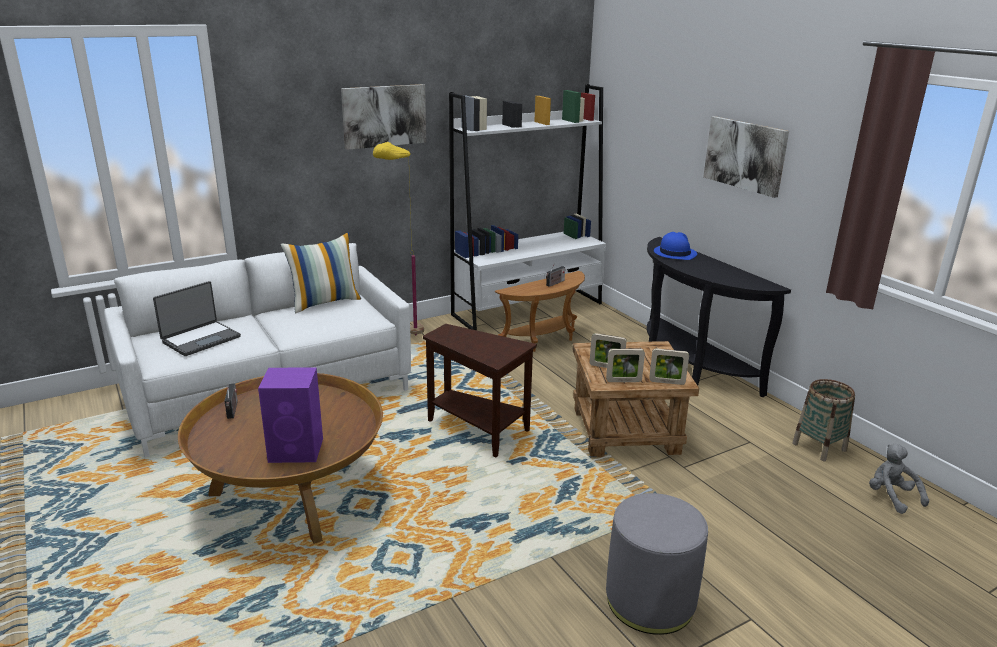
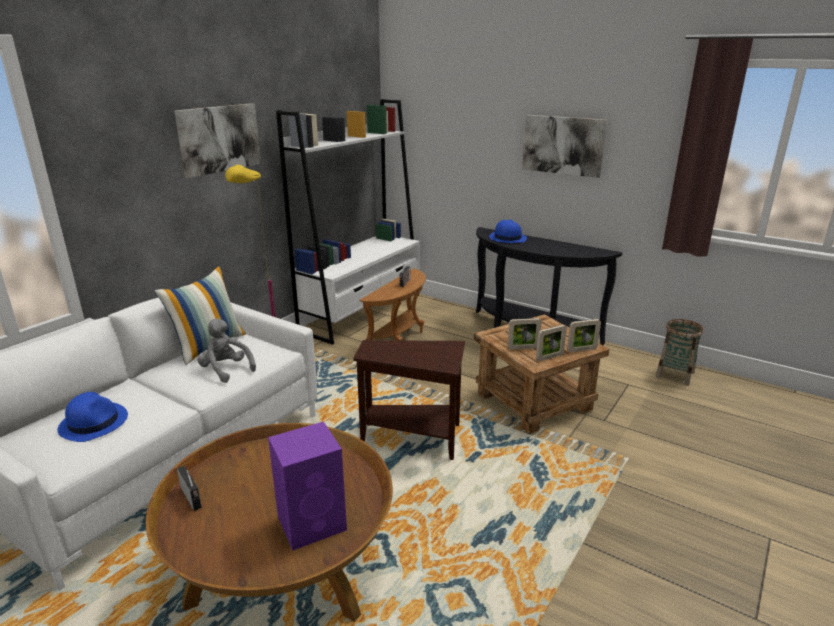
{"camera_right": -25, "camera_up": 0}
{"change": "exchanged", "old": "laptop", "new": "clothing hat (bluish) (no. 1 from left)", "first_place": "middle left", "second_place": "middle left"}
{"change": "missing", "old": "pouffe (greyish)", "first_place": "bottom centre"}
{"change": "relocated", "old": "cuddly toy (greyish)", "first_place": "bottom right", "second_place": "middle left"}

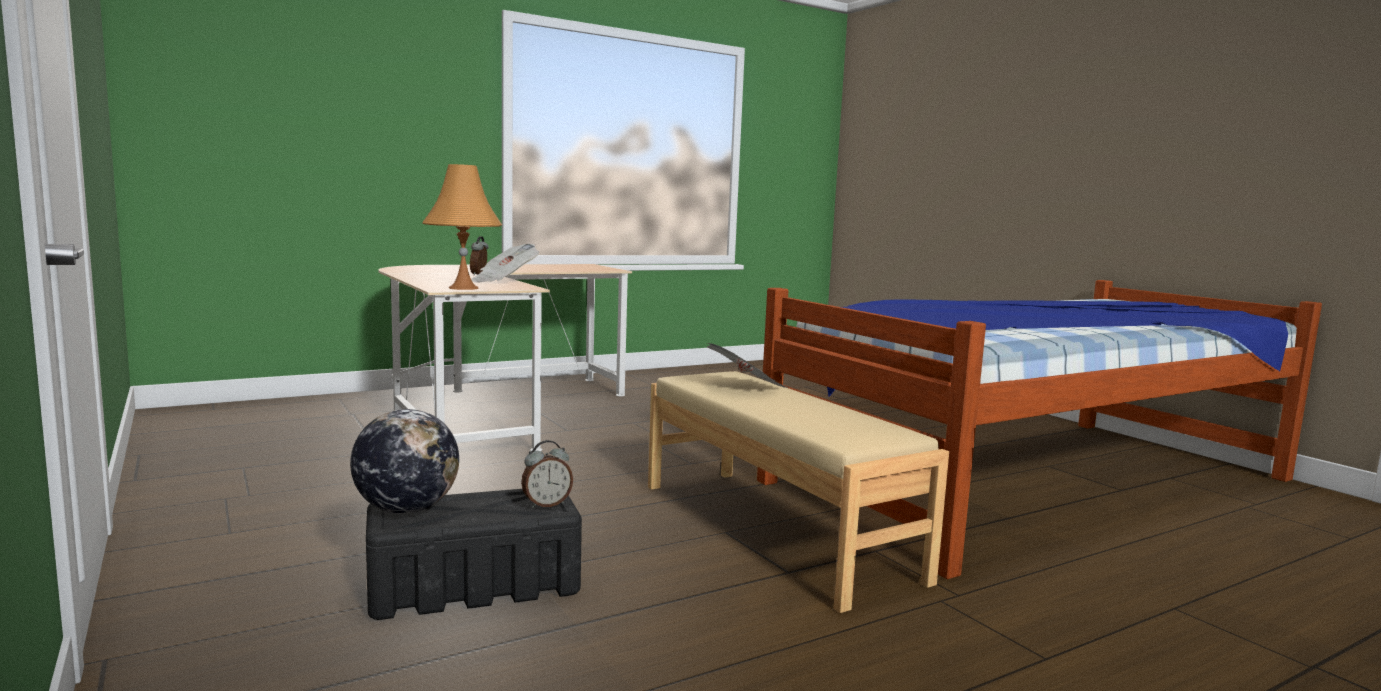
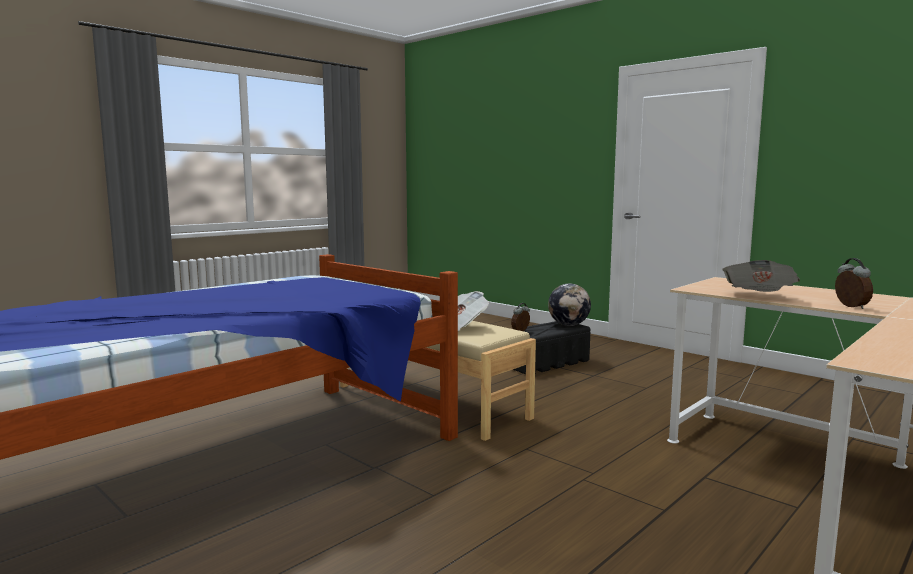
{"camera_right": 165, "camera_up": 0}
{"change": "missing", "old": "lamp for a table (orange-coloured)", "first_place": "top centre"}

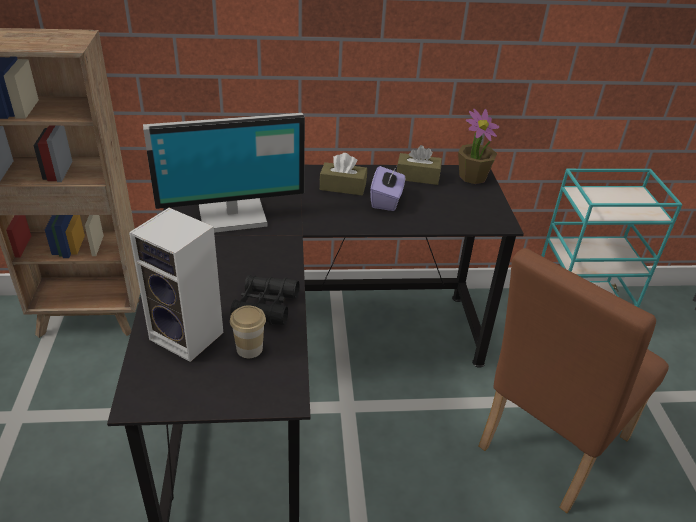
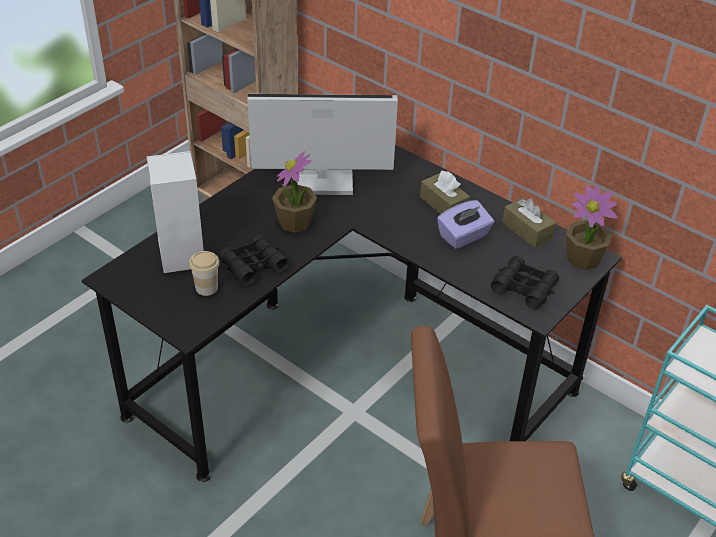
{"camera_right": 45, "camera_up": 5}
{"change": "spun", "old": "computer display", "first_place": "top left", "second_place": "top centre", "degrees": 150}
{"change": "appeared", "new": "houseplant (no. 1 from left)", "second_place": "centre"}
{"change": "appeared", "new": "field glasses (black-coloured) (no. 2 from left)", "second_place": "middle right"}

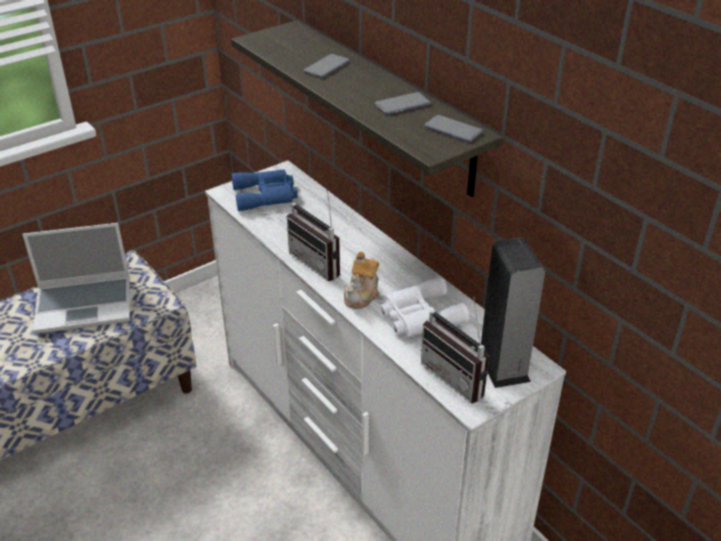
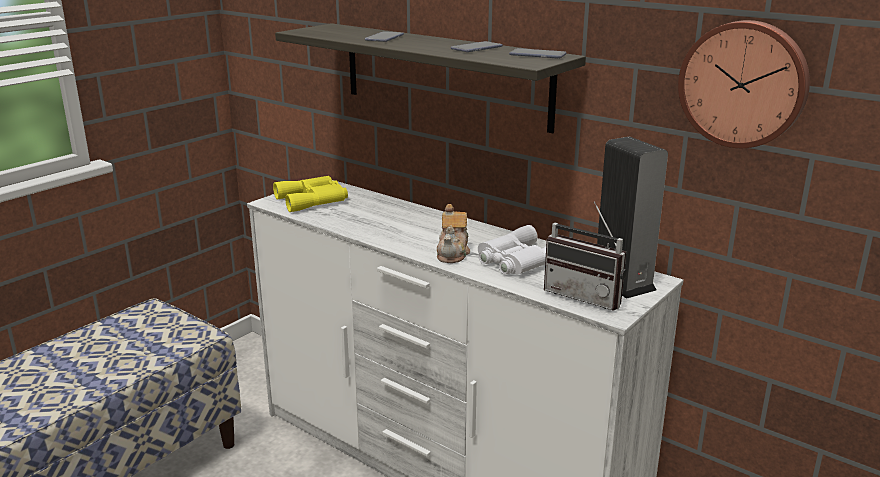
{"camera_right": -15, "camera_up": -15}
{"change": "missing", "old": "laptop", "first_place": "middle left"}
{"change": "colour", "old": "field glasses (bluish)", "new": "field glasses (yellow)", "first_place": "centre", "second_place": "centre"}
{"change": "missing", "old": "radio receiver (no. 1 from left)", "first_place": "centre"}
{"change": "appeared", "new": "clock on the wall", "second_place": "top right"}

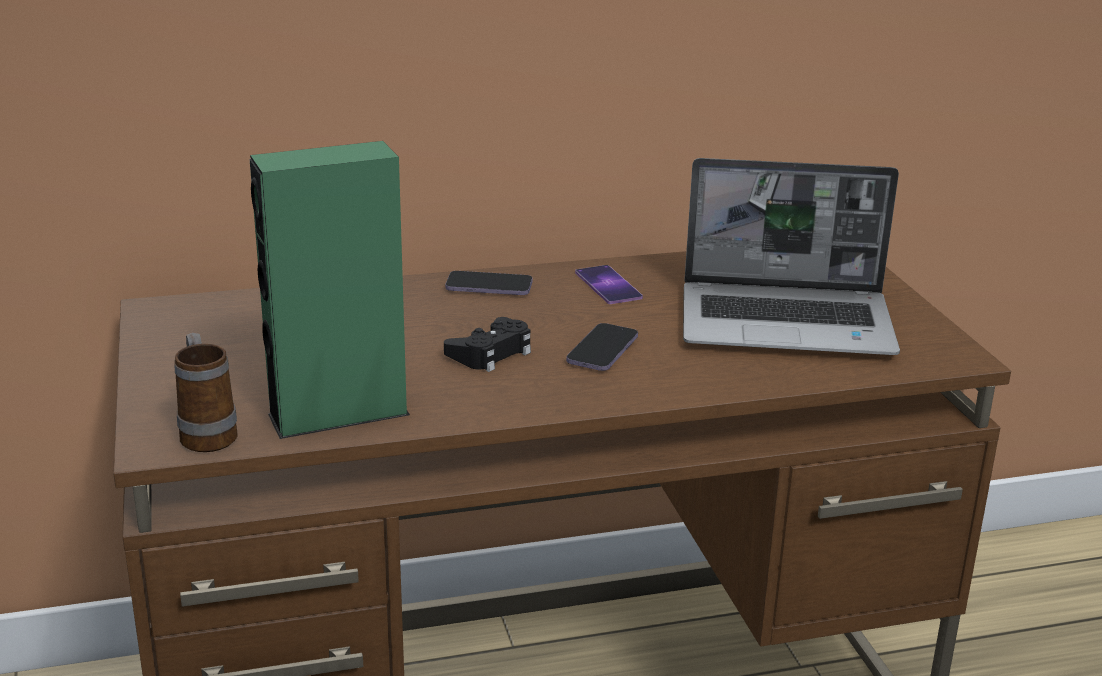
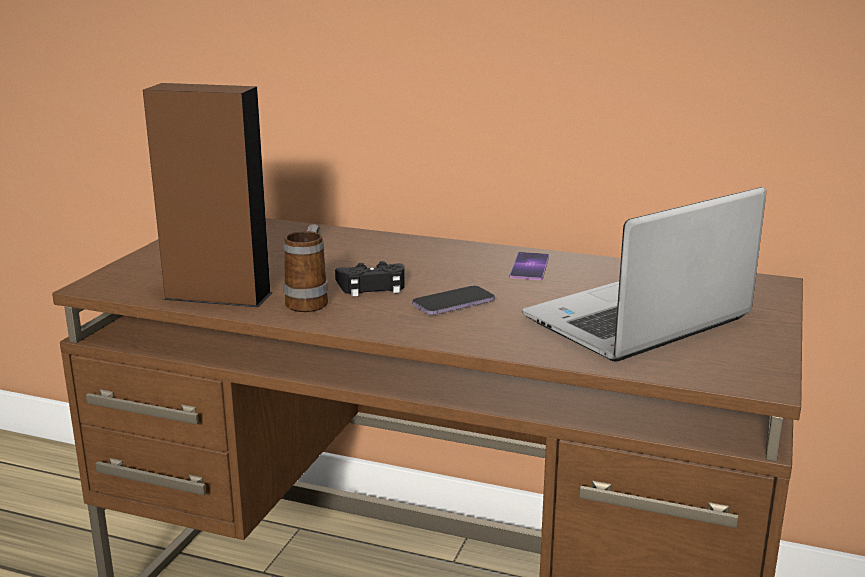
{"camera_right": 35, "camera_up": -5}
{"change": "relocated", "old": "mug", "first_place": "middle left", "second_place": "centre"}
{"change": "colour", "old": "audio speaker (greenish)", "new": "audio speaker (brown)", "first_place": "middle left", "second_place": "middle left"}
{"change": "missing", "old": "phone (no. 1 from left)", "first_place": "centre"}
{"change": "spun", "old": "laptop", "first_place": "middle right", "second_place": "middle right", "degrees": 105}

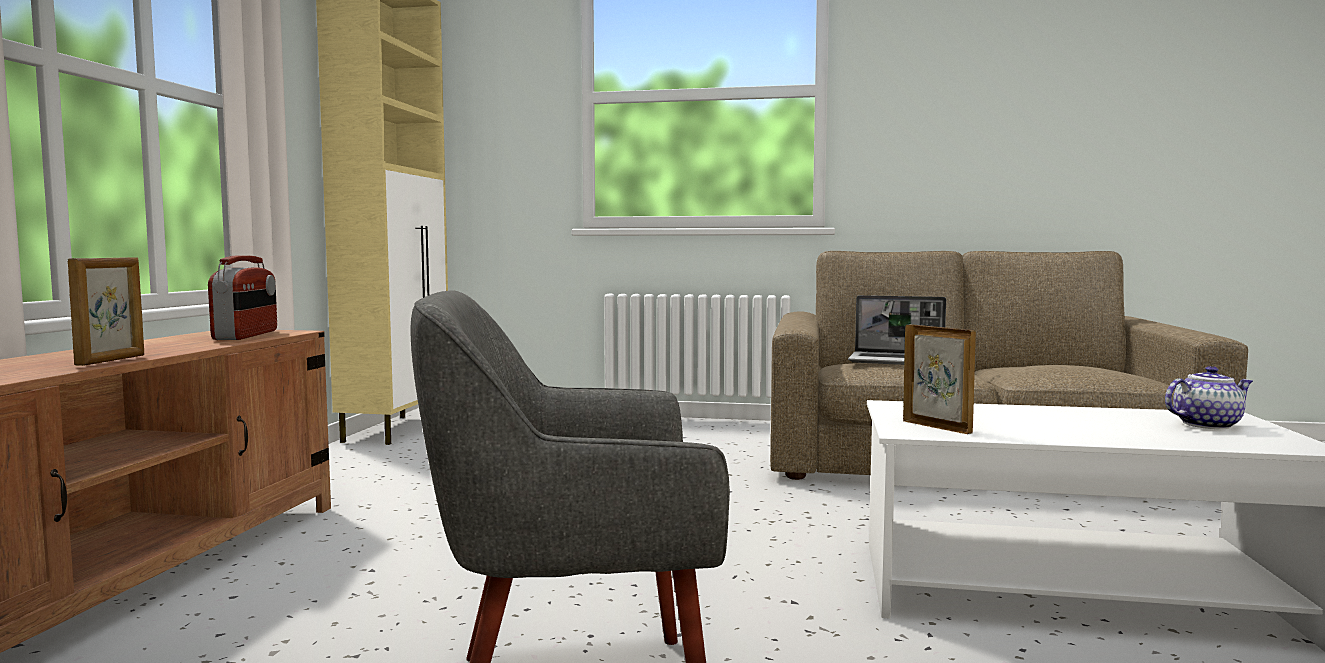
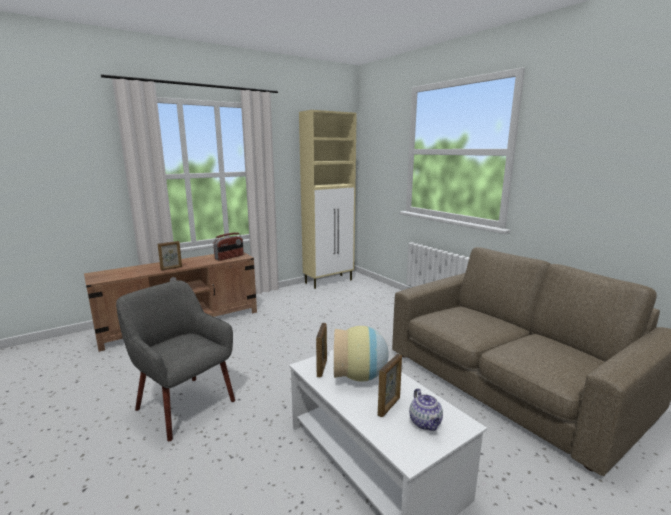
{"camera_right": 45, "camera_up": 10}
{"change": "missing", "old": "laptop", "first_place": "middle right"}
{"change": "spun", "old": "pot for tea", "first_place": "middle right", "second_place": "bottom centre", "degrees": 45}
{"change": "appeared", "new": "flower vase", "second_place": "bottom centre"}
{"change": "appeared", "new": "standing frame (no. 3 from left)", "second_place": "bottom centre"}

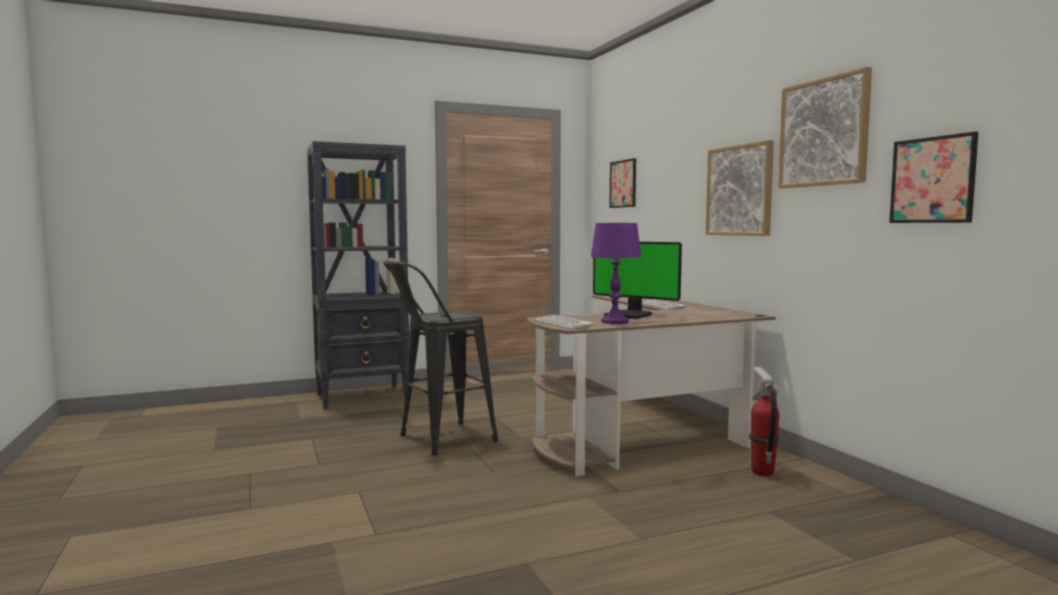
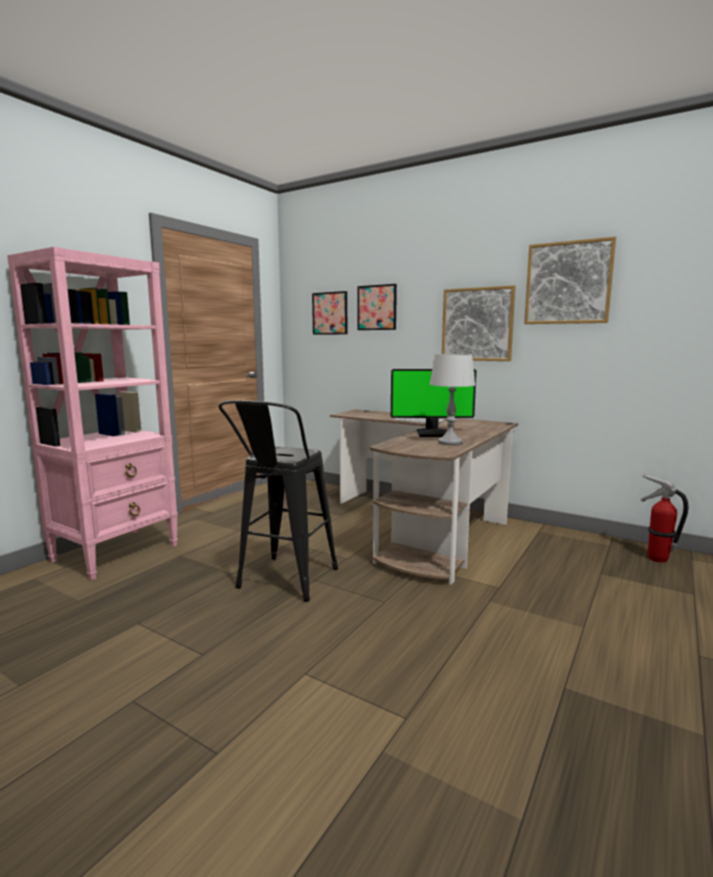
{"camera_right": -35, "camera_up": 5}
{"change": "colour", "old": "shelving unit (black-coloured)", "new": "shelving unit (pinkish)", "first_place": "centre", "second_place": "middle left"}
{"change": "missing", "old": "computer keyboard (no. 1 from left)", "first_place": "centre"}
{"change": "colour", "old": "lamp for a table (purple-coloured)", "new": "lamp for a table (greyish)", "first_place": "centre", "second_place": "centre"}
{"change": "relocated", "old": "fire extinguisher", "first_place": "bottom right", "second_place": "middle right"}
{"change": "relocated", "old": "wall picture (no. 4 from left in the first image)", "new": "wall picture (no. 2 from left)", "first_place": "top right", "second_place": "centre"}

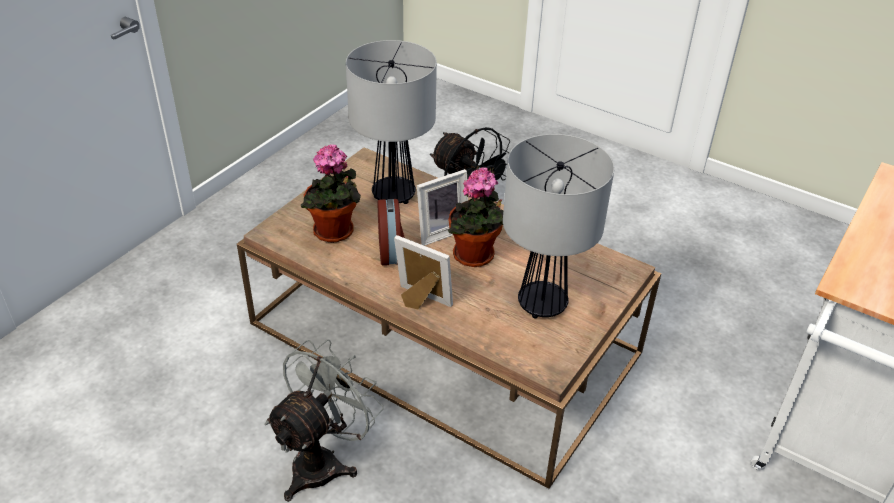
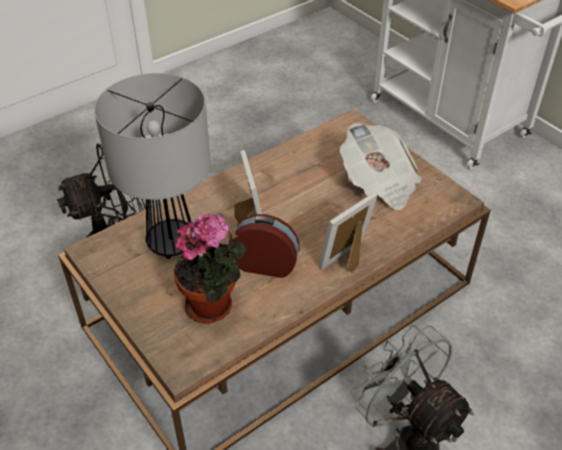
{"camera_right": -70, "camera_up": 5}
{"change": "missing", "old": "houseplant (no. 2 from left)", "first_place": "centre"}
{"change": "exchanged", "old": "lamp for a table (no. 2 from left)", "new": "newspaper", "first_place": "centre", "second_place": "middle right"}

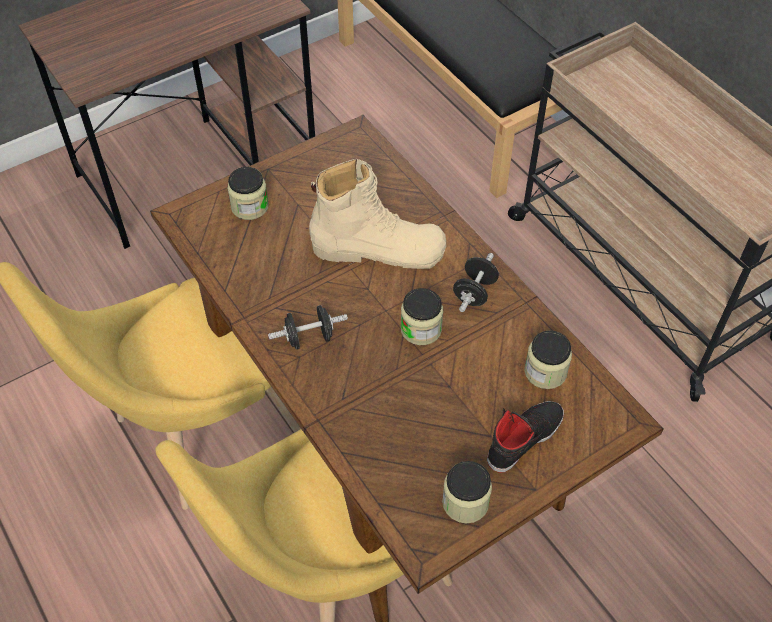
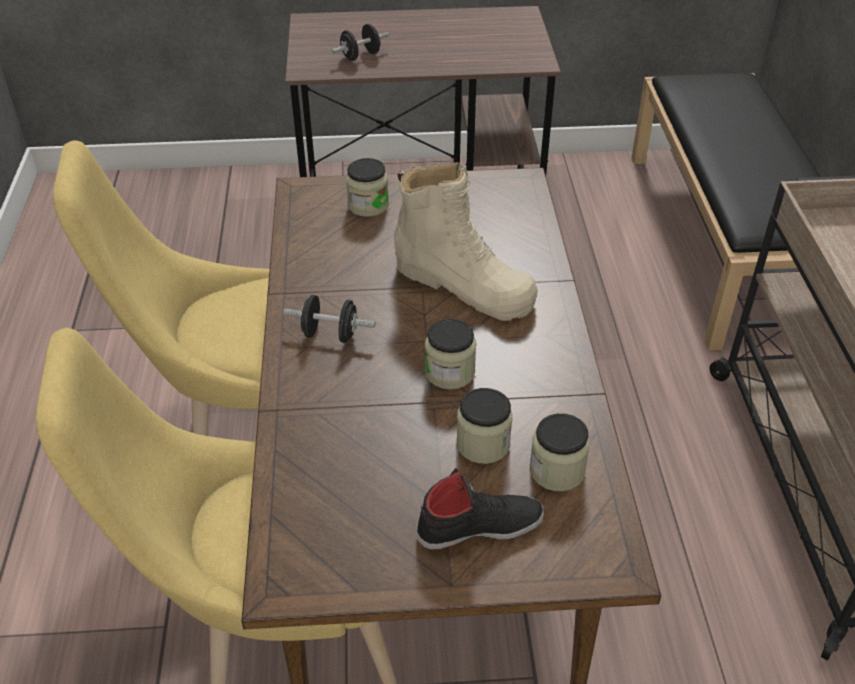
{"camera_right": 30, "camera_up": -10}
{"change": "relocated", "old": "preserve jar (no. 3 from left)", "first_place": "bottom centre", "second_place": "centre"}
{"change": "relocated", "old": "hand weight (black-coloured) (no. 2 from left)", "first_place": "centre", "second_place": "top centre"}

